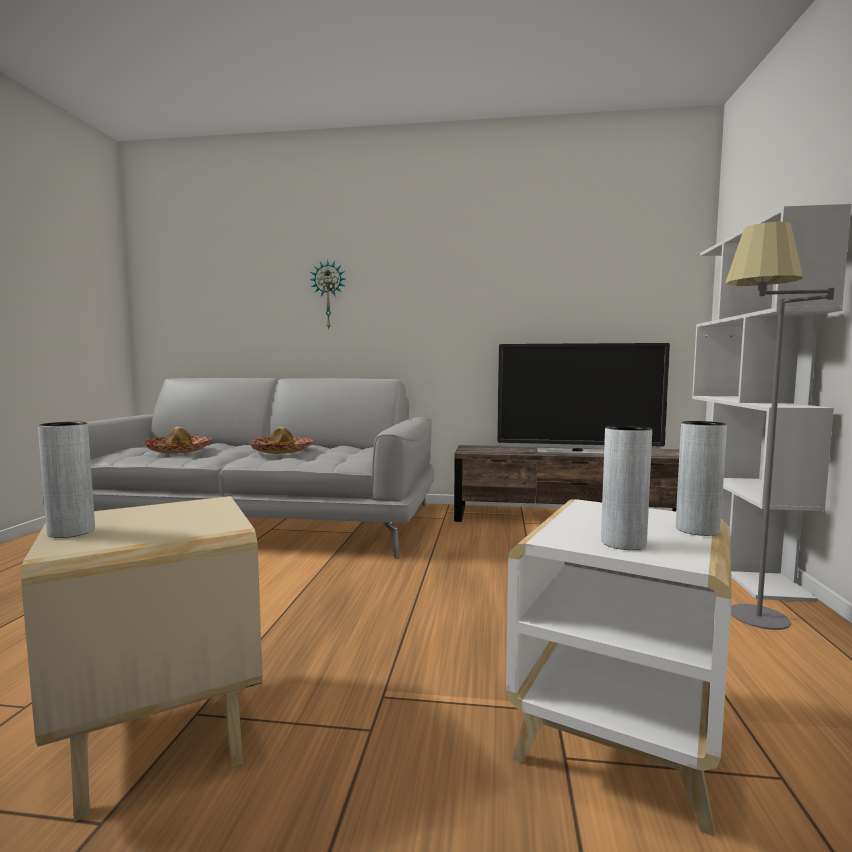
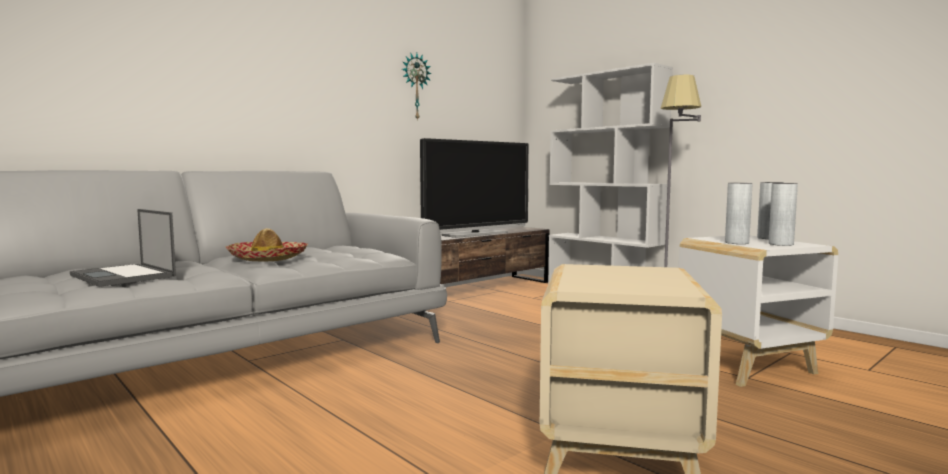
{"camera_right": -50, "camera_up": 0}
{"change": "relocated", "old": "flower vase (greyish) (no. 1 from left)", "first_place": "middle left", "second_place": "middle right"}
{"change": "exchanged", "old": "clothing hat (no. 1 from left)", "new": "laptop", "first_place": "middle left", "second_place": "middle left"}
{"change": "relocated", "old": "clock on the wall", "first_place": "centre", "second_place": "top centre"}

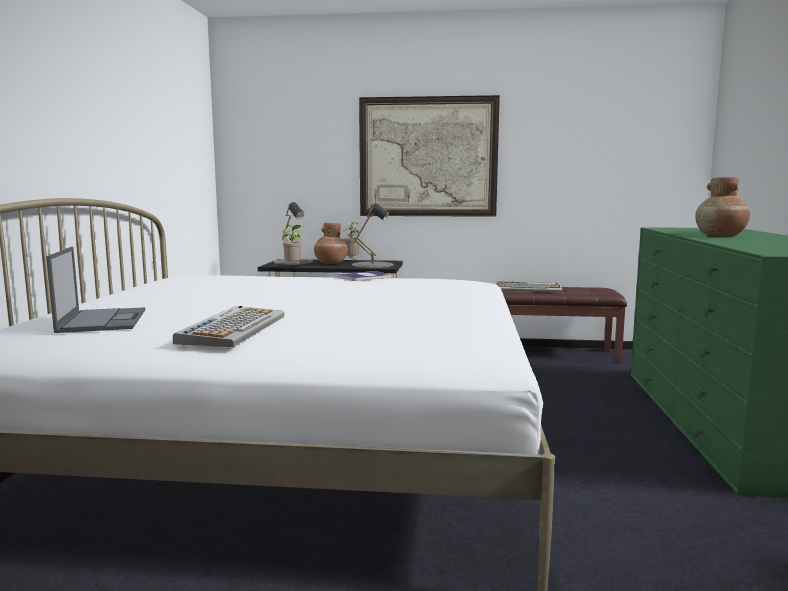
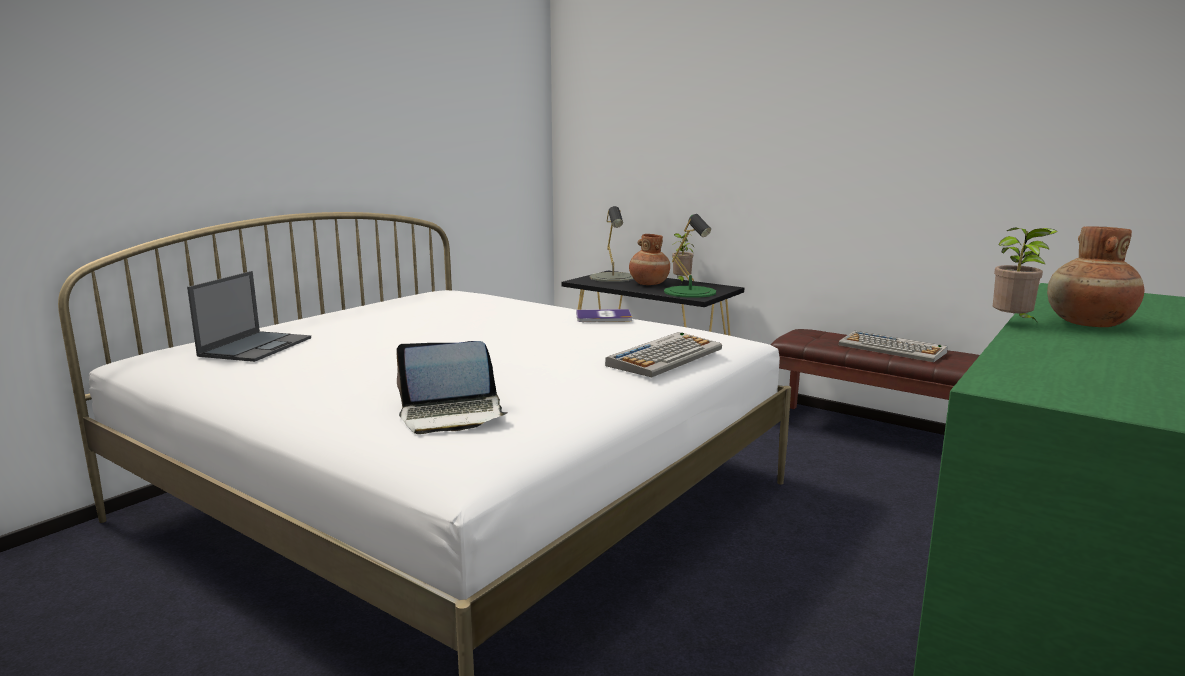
{"camera_right": 30, "camera_up": 5}
{"change": "relocated", "old": "computer keyboard (no. 1 from left)", "first_place": "middle left", "second_place": "centre"}
{"change": "relocated", "old": "houseplant (no. 1 from left in the first image)", "new": "houseplant (no. 2 from left)", "first_place": "centre", "second_place": "middle right"}
{"change": "colour", "old": "lamp for a table (greyish) (no. 2 from left)", "new": "lamp for a table (greenish)", "first_place": "centre", "second_place": "centre"}
{"change": "missing", "old": "wall picture", "first_place": "top centre"}
{"change": "appeared", "new": "laptop (no. 2 from left)", "second_place": "centre"}

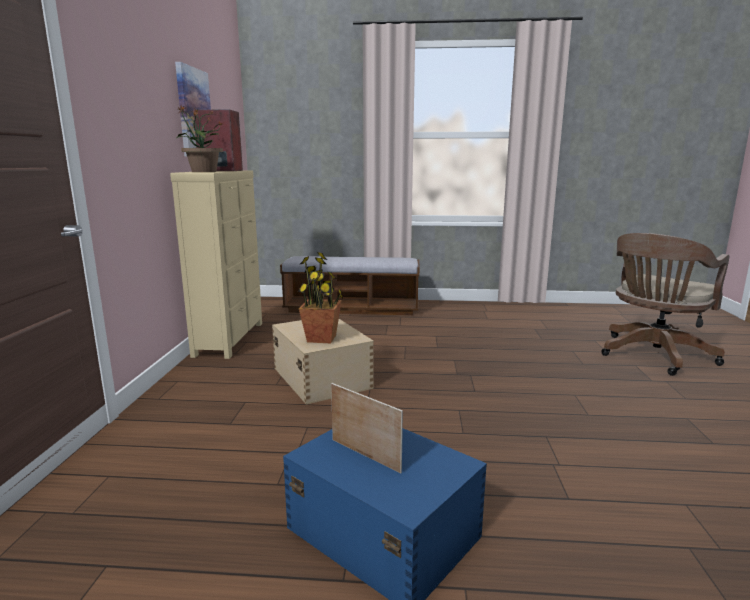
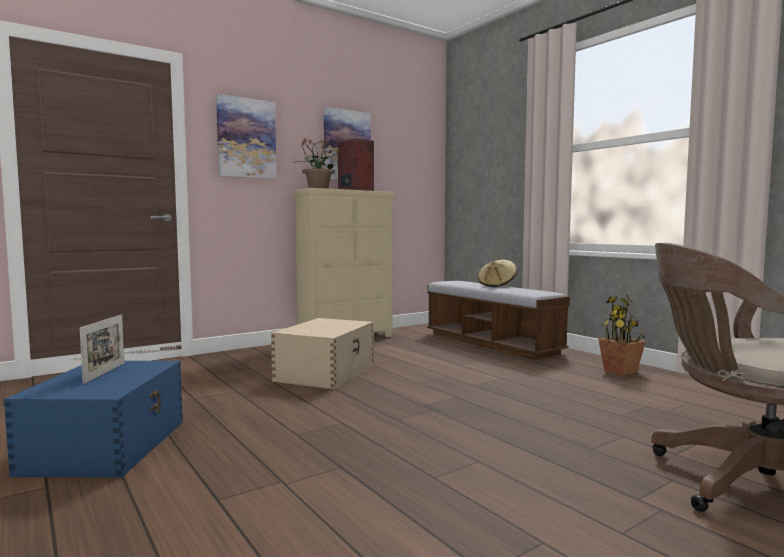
{"camera_right": 50, "camera_up": -10}
{"change": "relocated", "old": "houseplant (no. 2 from left)", "first_place": "centre", "second_place": "middle right"}
{"change": "appeared", "new": "wall picture (no. 1 from left)", "second_place": "top left"}
{"change": "appeared", "new": "clothing hat (beige-coloured)", "second_place": "centre"}

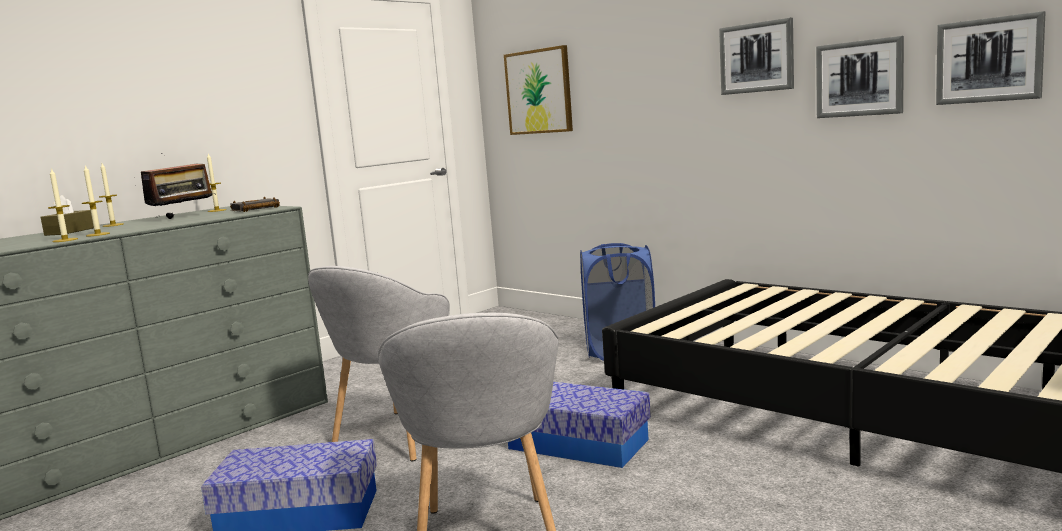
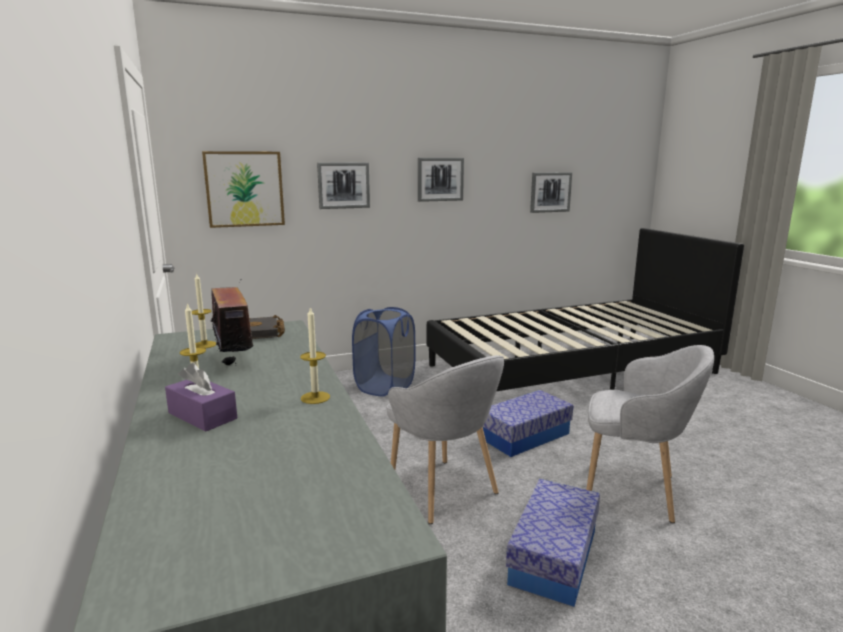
{"camera_right": -65, "camera_up": 5}
{"change": "colour", "old": "tissue box (brown)", "new": "tissue box (purple-coloured)", "first_place": "middle left", "second_place": "middle left"}
{"change": "missing", "old": "candle (no. 1 from left)", "first_place": "middle left"}
{"change": "relocated", "old": "wall picture (no. 3 from left in the first image)", "new": "wall picture (no. 2 from left)", "first_place": "top right", "second_place": "top centre"}

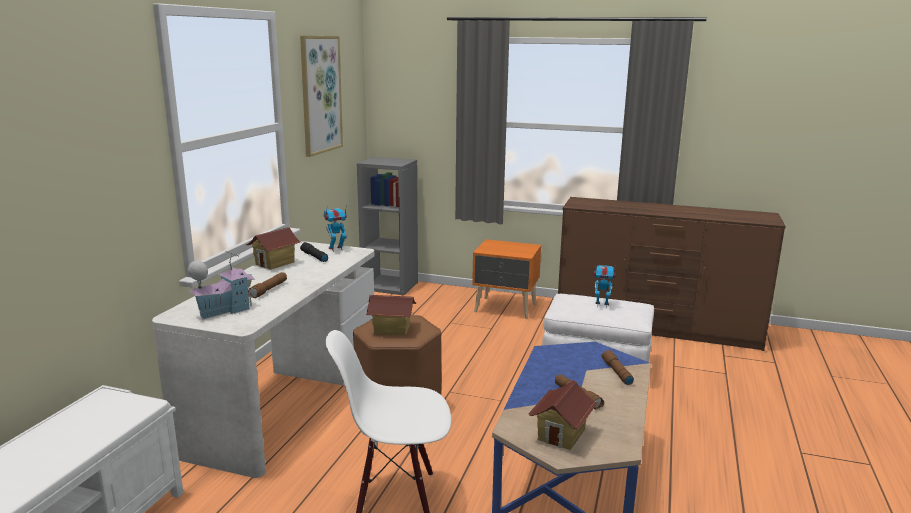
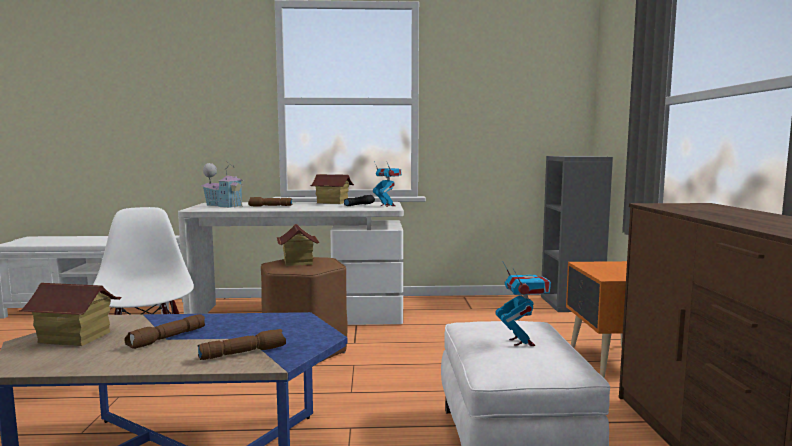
{"camera_right": 70, "camera_up": -10}
{"change": "missing", "old": "wall picture", "first_place": "top centre"}

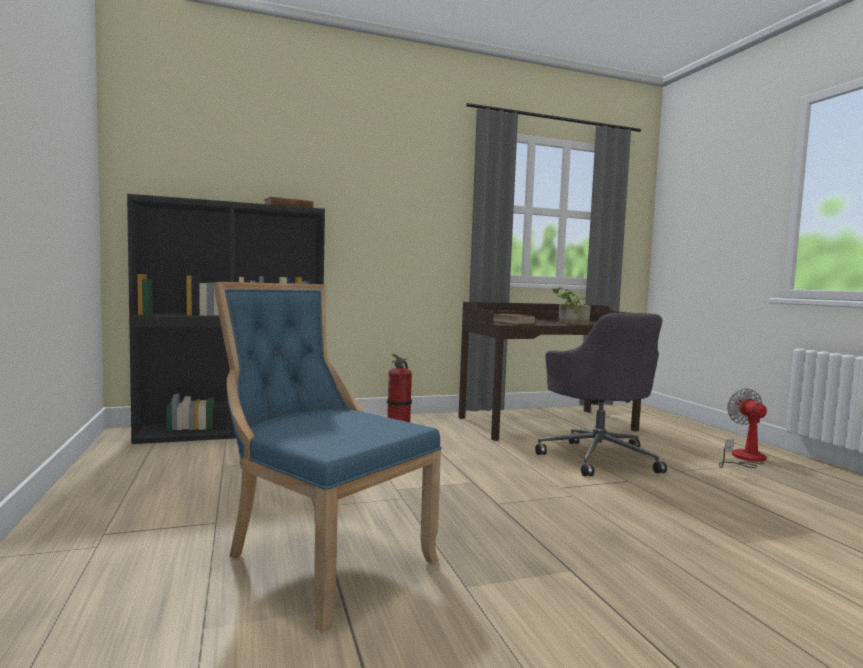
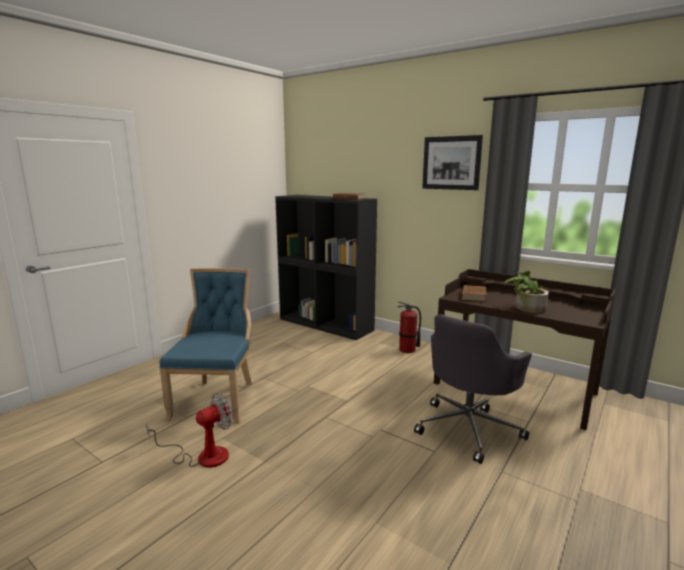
{"camera_right": 55, "camera_up": 10}
{"change": "relocated", "old": "electric fan", "first_place": "middle right", "second_place": "bottom left"}
{"change": "appeared", "new": "wall picture", "second_place": "top centre"}

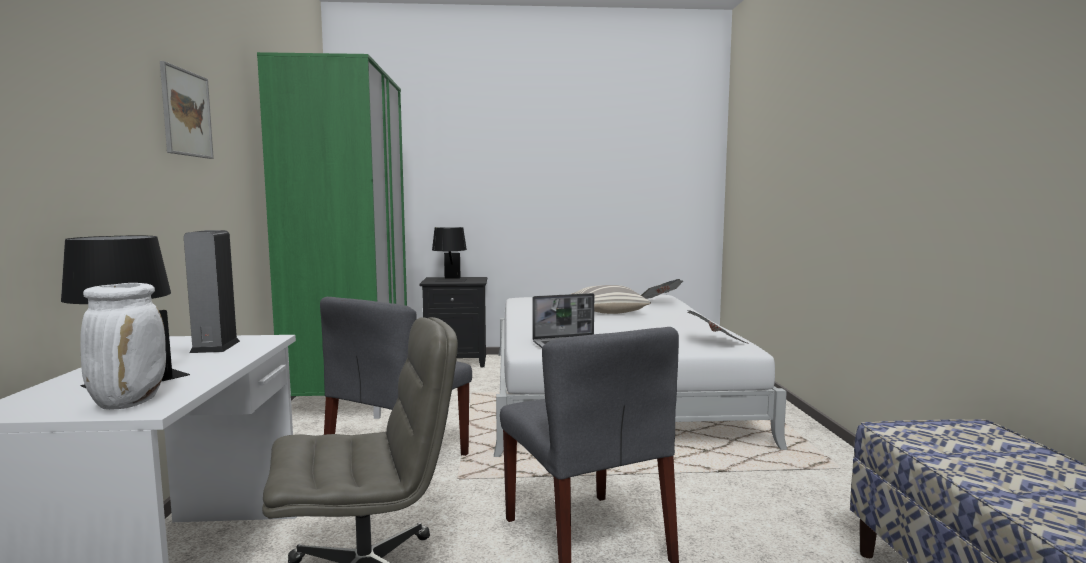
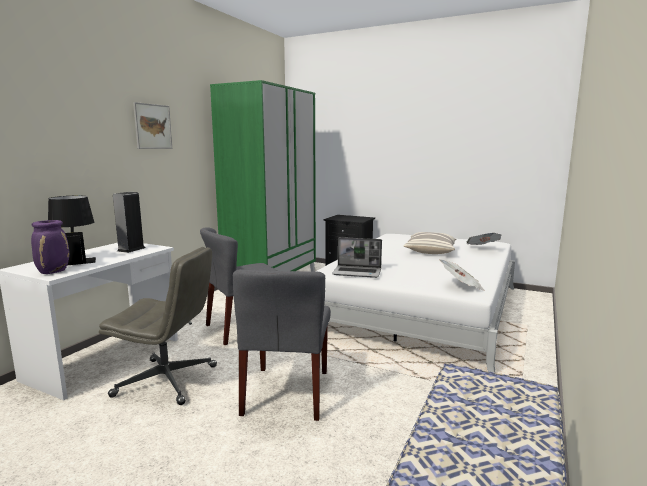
{"camera_right": 30, "camera_up": 5}
{"change": "colour", "old": "flower vase (white-coloured)", "new": "flower vase (purple-coloured)", "first_place": "middle left", "second_place": "middle left"}
{"change": "missing", "old": "lamp for a table (black-coloured) (no. 2 from left)", "first_place": "centre"}

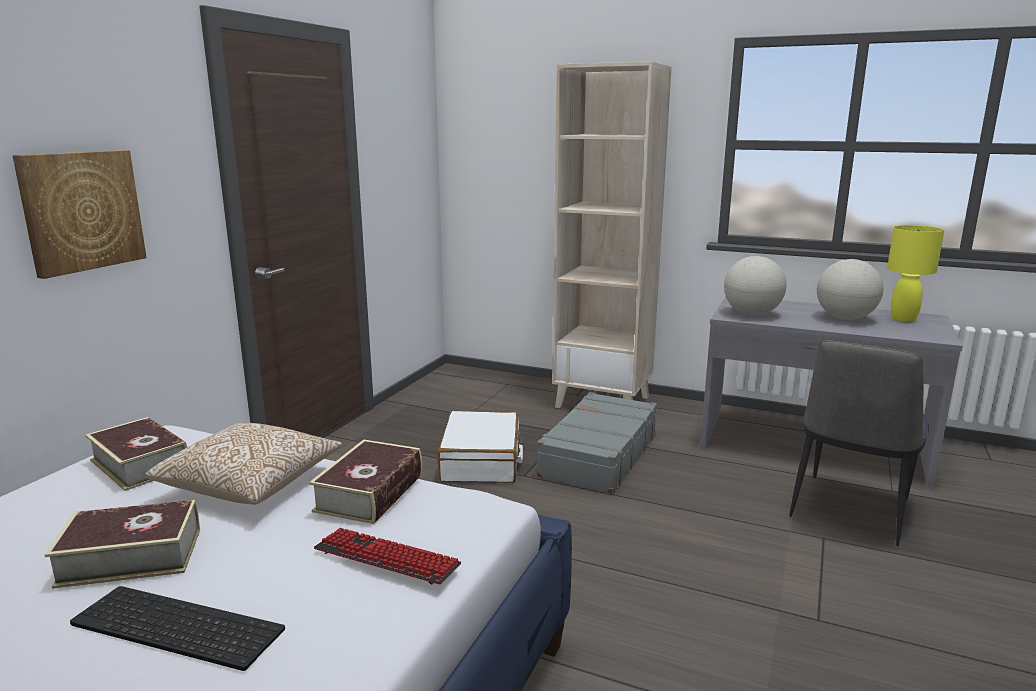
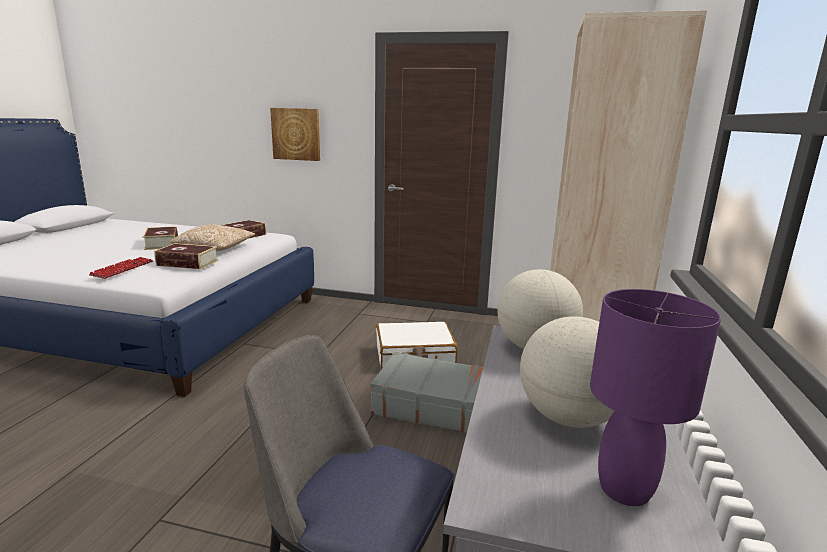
{"camera_right": 80, "camera_up": 0}
{"change": "missing", "old": "computer keyboard (no. 1 from left)", "first_place": "bottom left"}
{"change": "colour", "old": "lamp for a table (yellow)", "new": "lamp for a table (purple-coloured)", "first_place": "middle right", "second_place": "bottom right"}

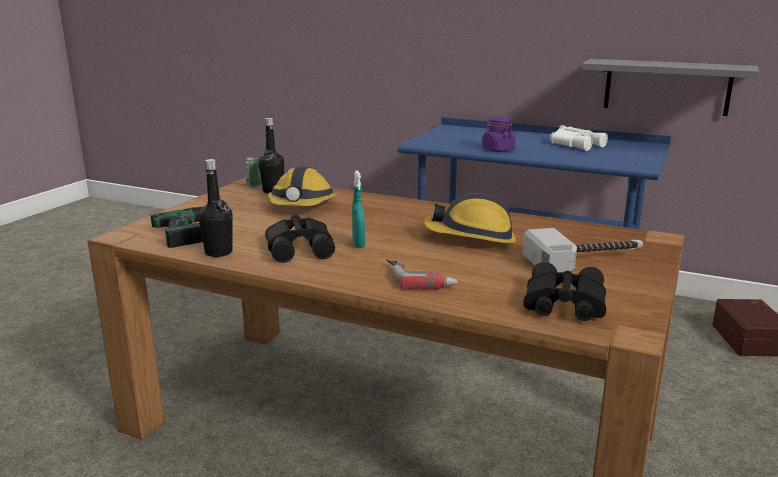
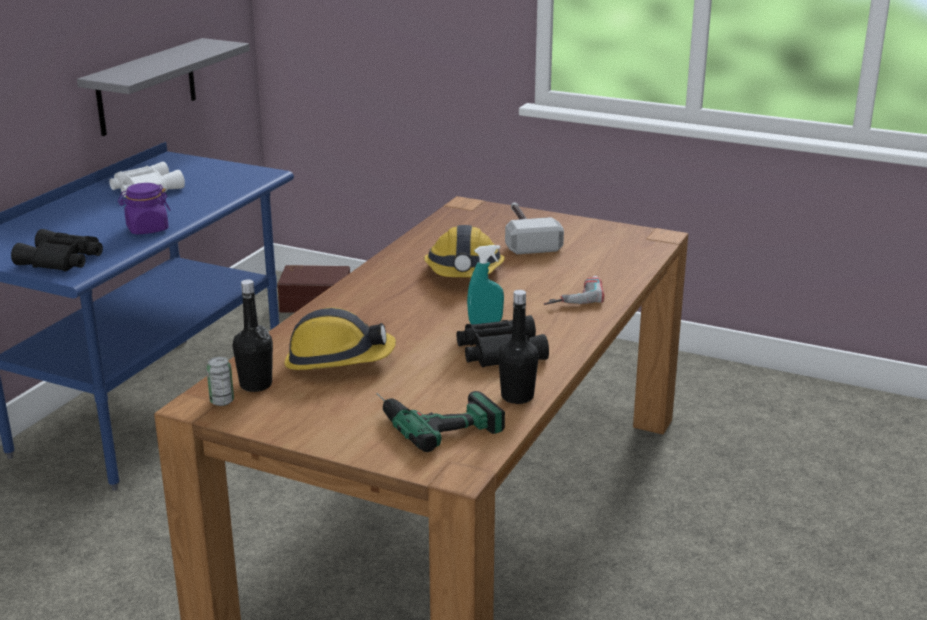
{"camera_right": -90, "camera_up": 5}
{"change": "relocated", "old": "field glasses (black-coloured) (no. 2 from left in the first image)", "new": "field glasses (black-coloured) (no. 1 from left)", "first_place": "middle right", "second_place": "middle left"}

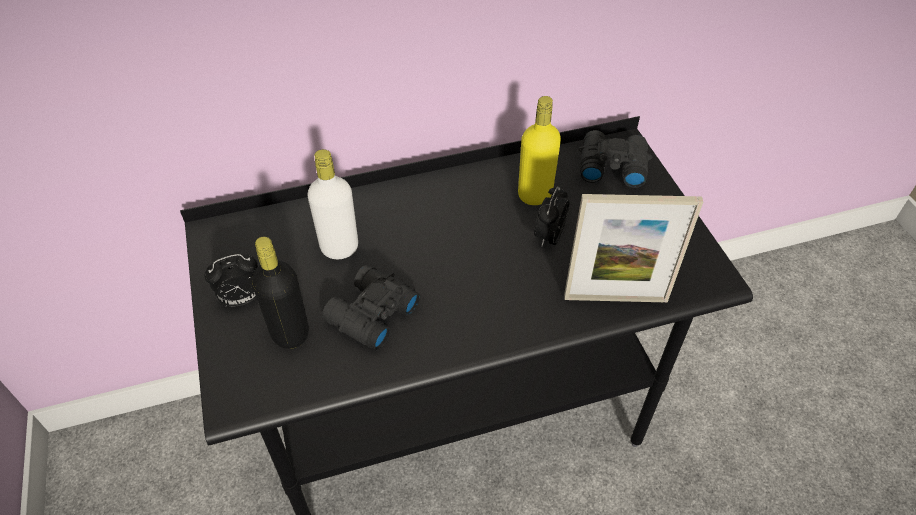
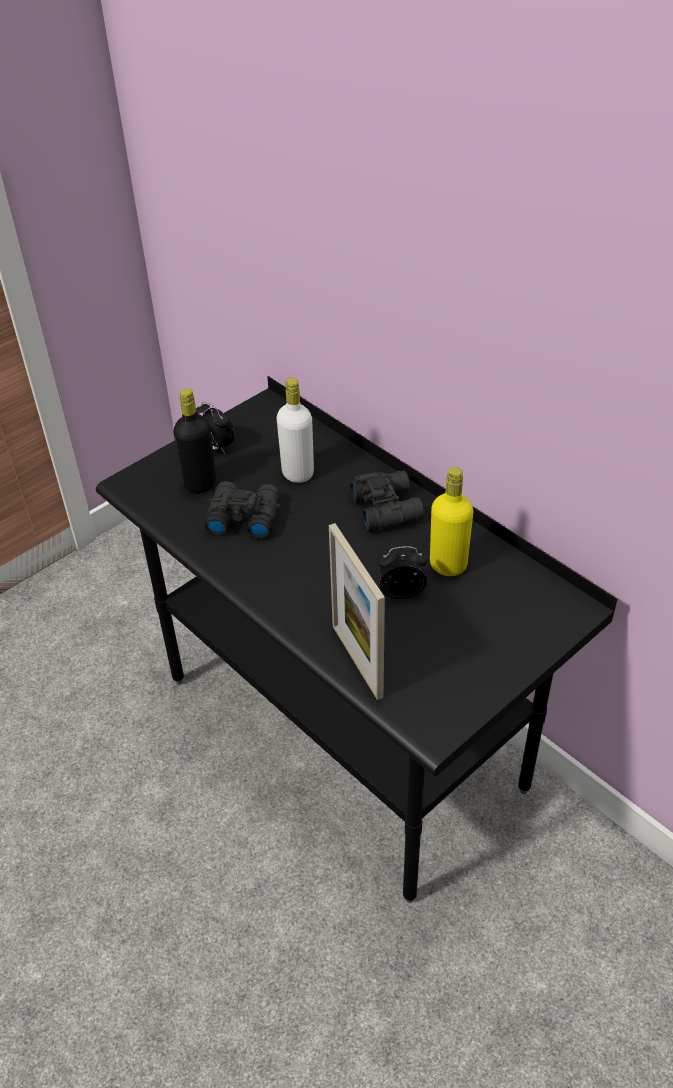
{"camera_right": 65, "camera_up": -5}
{"change": "relocated", "old": "field glasses (black-coloured) (no. 2 from left)", "first_place": "top right", "second_place": "centre"}

